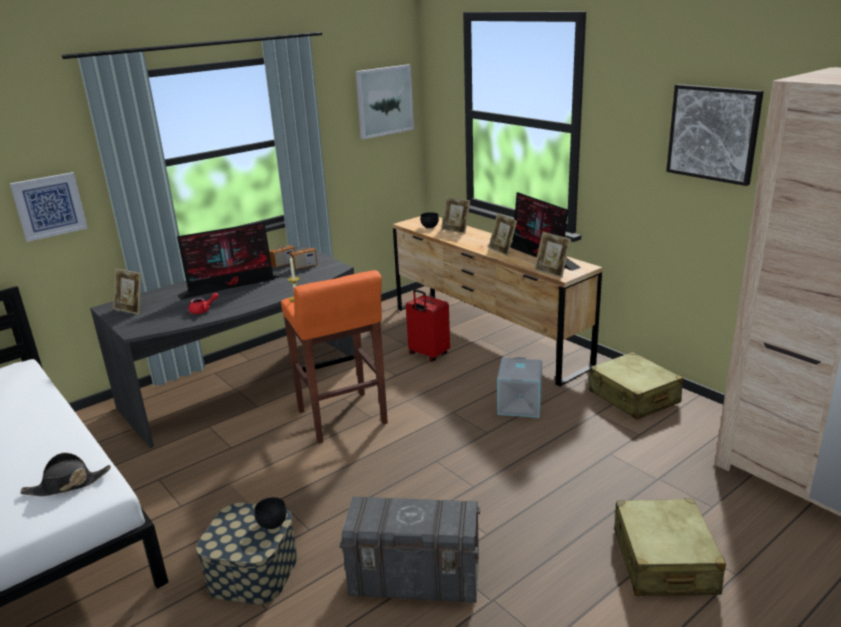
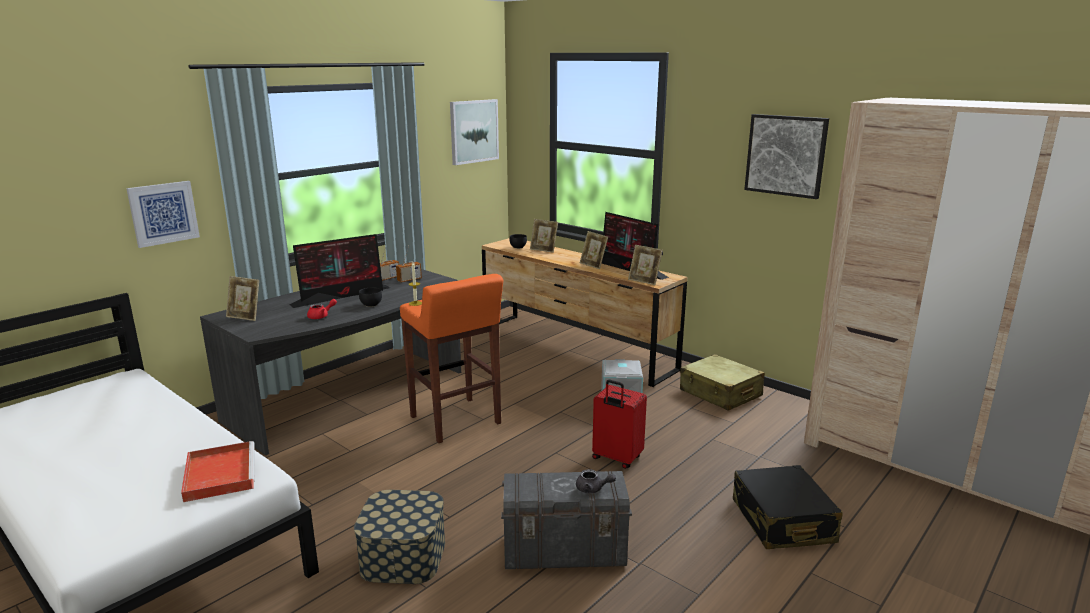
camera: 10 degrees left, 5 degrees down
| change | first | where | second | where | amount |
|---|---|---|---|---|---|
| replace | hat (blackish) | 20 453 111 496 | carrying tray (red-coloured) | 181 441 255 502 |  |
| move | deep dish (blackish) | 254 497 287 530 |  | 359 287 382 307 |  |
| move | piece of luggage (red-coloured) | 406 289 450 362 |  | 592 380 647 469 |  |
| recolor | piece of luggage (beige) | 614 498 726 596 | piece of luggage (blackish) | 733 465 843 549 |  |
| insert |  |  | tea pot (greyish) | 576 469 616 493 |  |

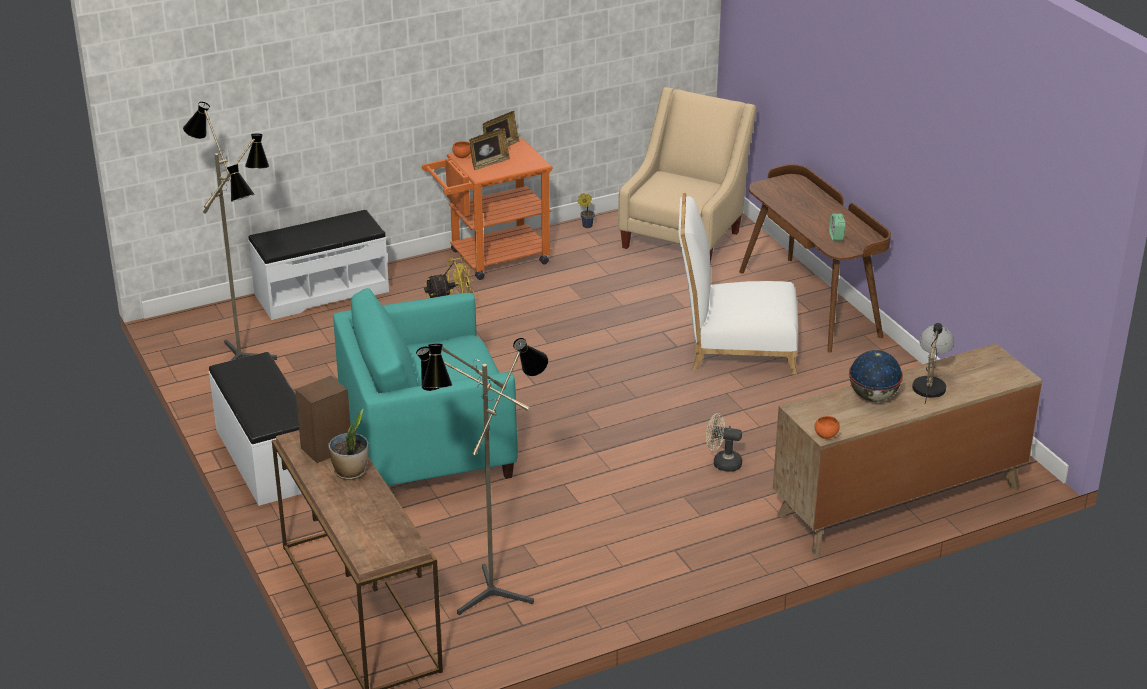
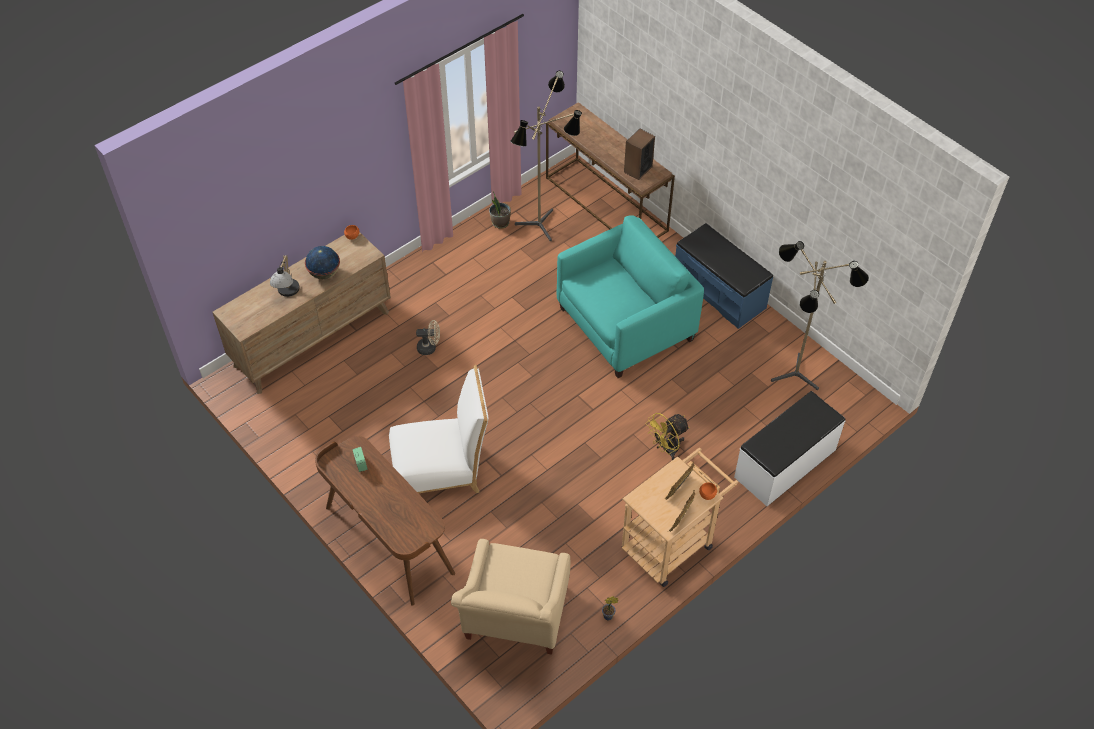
camera: 165 degrees right, 20 degrees up
| change | first | where | second | where | amount |
|---|---|---|---|---|---|
| recolor | long seat (whitish) | 209 352 302 506 | long seat (blue) | 675 223 773 329 |  |
| move | potted plant | 328 409 369 480 |  | 489 191 511 229 |  |
| recolor | trolley (orange) | 422 138 553 280 | trolley (beige) | 622 448 738 587 |  |

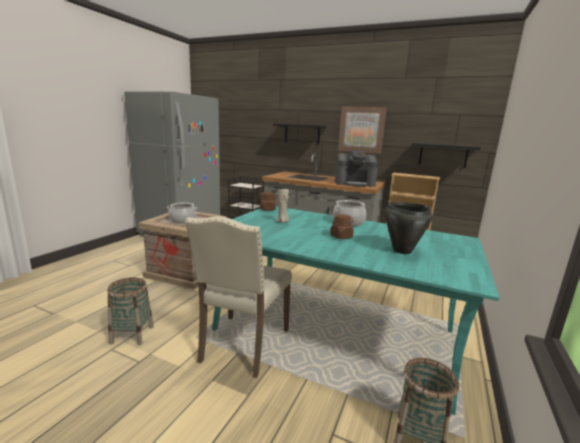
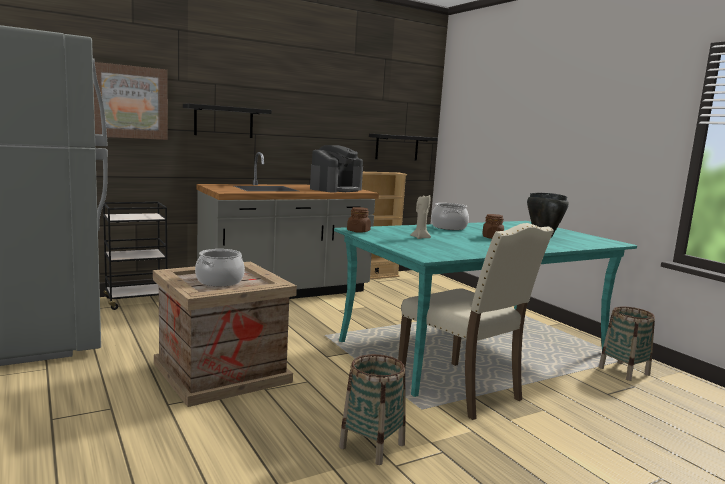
camera: 55 degrees left, 5 degrees down
| change | first | where | second | where | amount |
|---|---|---|---|---|---|
| move | wall art | 338 106 387 154 |  | 93 62 168 140 |  |

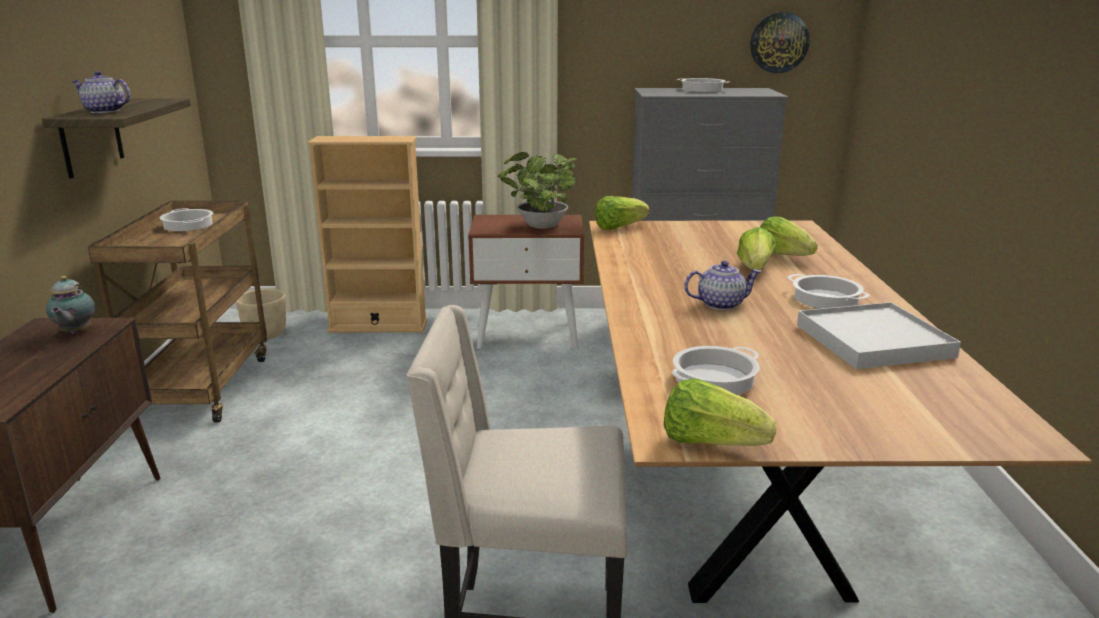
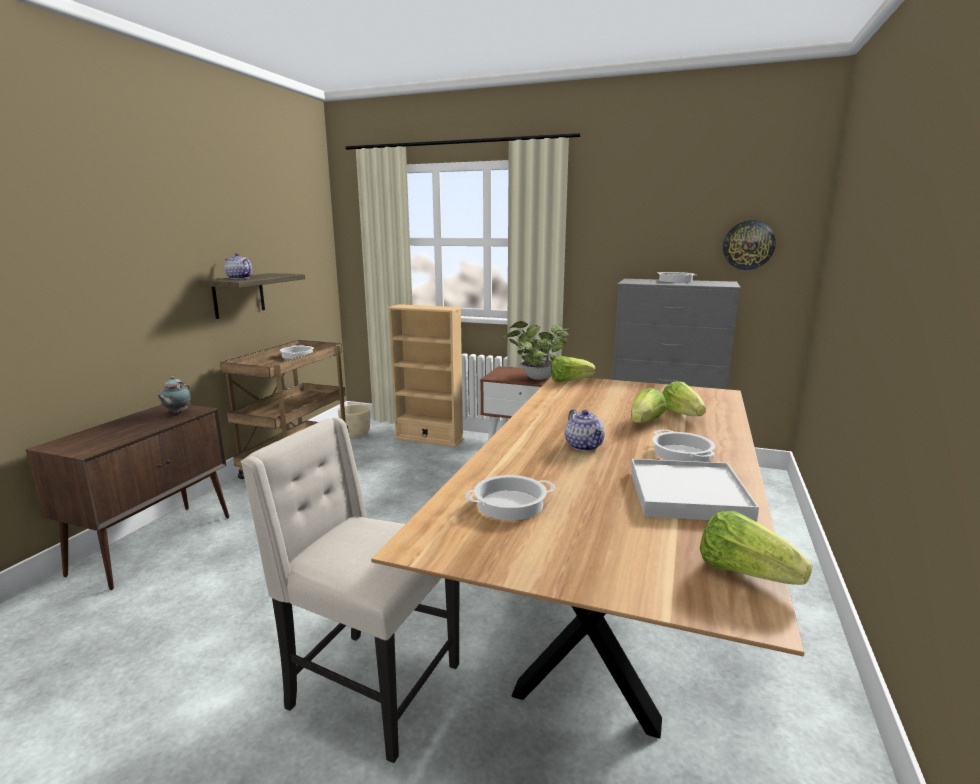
camera: 20 degrees right, 5 degrees down
| change | first | where | second | where | amount |
|---|---|---|---|---|---|
| move | head of lettuce | 664 378 777 446 |  | 700 511 812 585 |  |
| rotate | tea pot | 684 261 761 310 |  | 565 409 605 451 | 60 degrees clockwise |

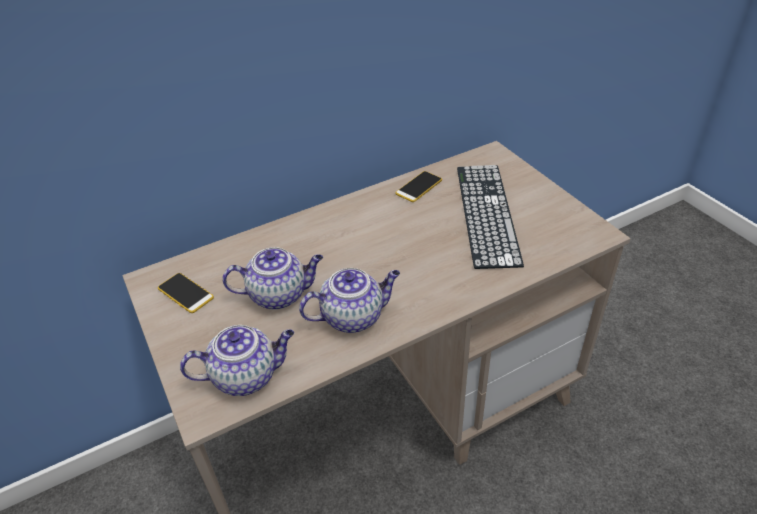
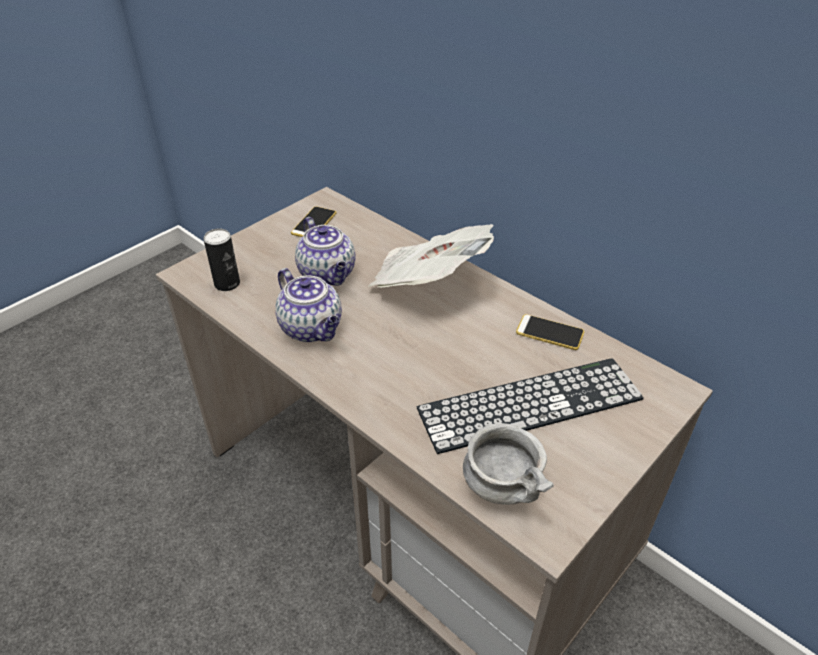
camera: 70 degrees right, 0 degrees up
| change | first | where | second | where | amount |
|---|---|---|---|---|---|
| replace | tea pot | 180 325 294 396 | can | 203 228 240 291 |  |
| insert |  |  | newspaper | 369 224 494 287 |  |
| insert |  |  | deep dish (greyish) | 463 423 554 505 |  |

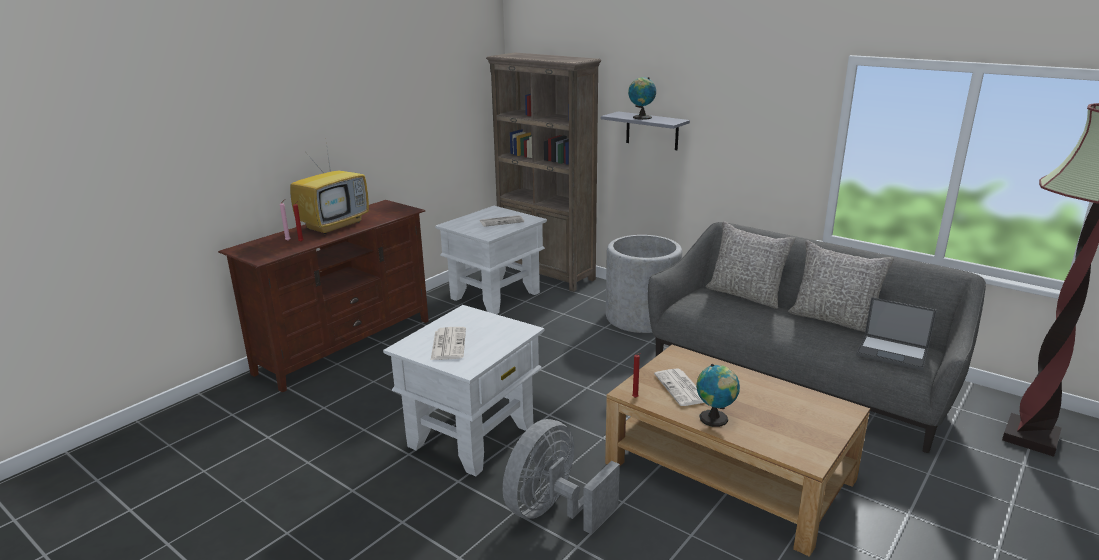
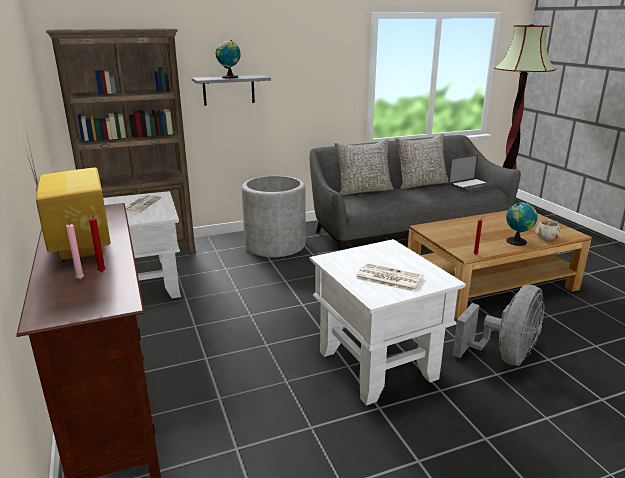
camera: 60 degrees left, 0 degrees up
| change | first | where | second | where | amount |
|---|---|---|---|---|---|
| rotate | cooling fan (greyish) | 503 419 620 534 |  | 453 284 544 366 | 120 degrees counterclockwise |
| delete | newspaper | 654 368 704 406 |  |  |  |
| insert |  |  | tea pot (beige) | 535 219 561 240 |  |

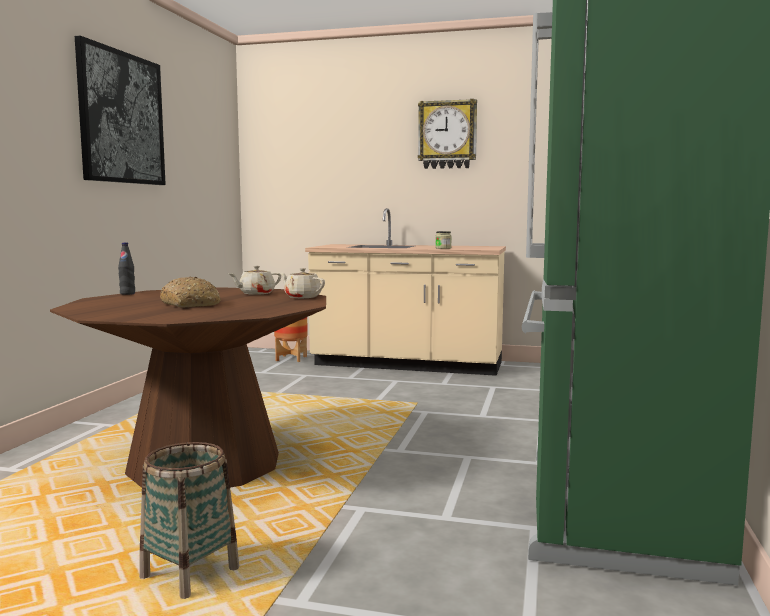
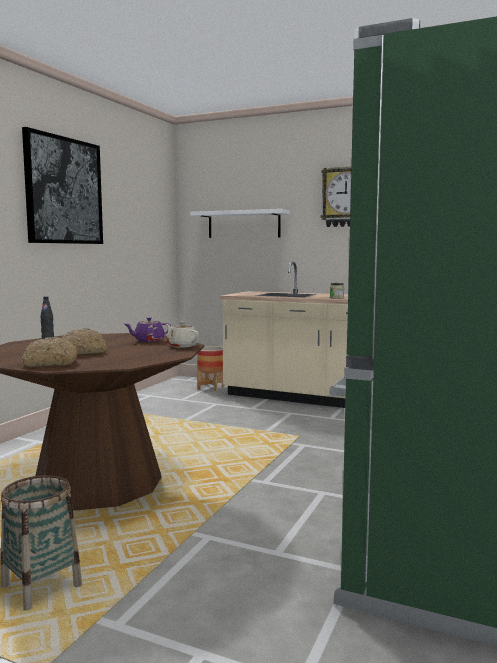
camera: 10 degrees right, 0 degrees up
| change | first | where | second | where | amount |
|---|---|---|---|---|---|
| recolor | tea pot (beige) | 228 266 281 295 | tea pot (purple) | 125 317 171 342 |  |
| insert |  |  | bread | 22 337 77 367 |  |
| insert |  |  | shelf (whitish) | 190 209 290 238 |  |

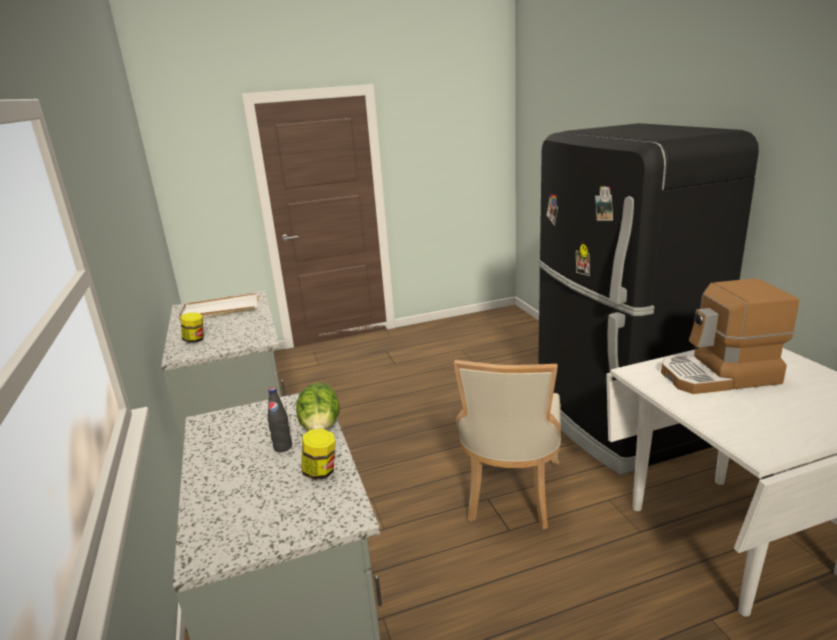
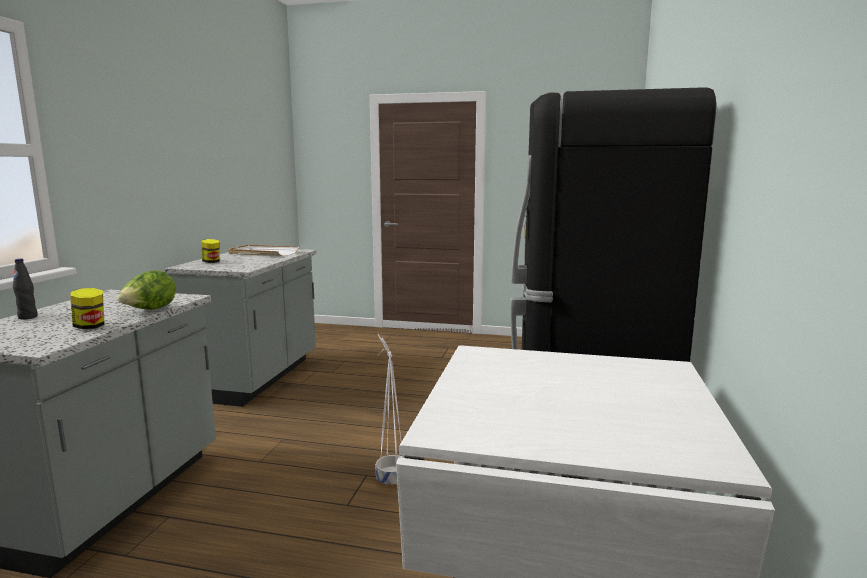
camera: 30 degrees right, 10 degrees down
| change | first | where | second | where | amount |
|---|---|---|---|---|---|
| move | drink bottle (blackish) | 267 388 292 452 |  | 13 259 38 319 |  |
| replace | upright chair (beige) | 454 360 561 529 | flower pot (whitish) | 375 334 404 487 |  |
| delete | coffee brewer | 661 279 799 394 |  |  |  |

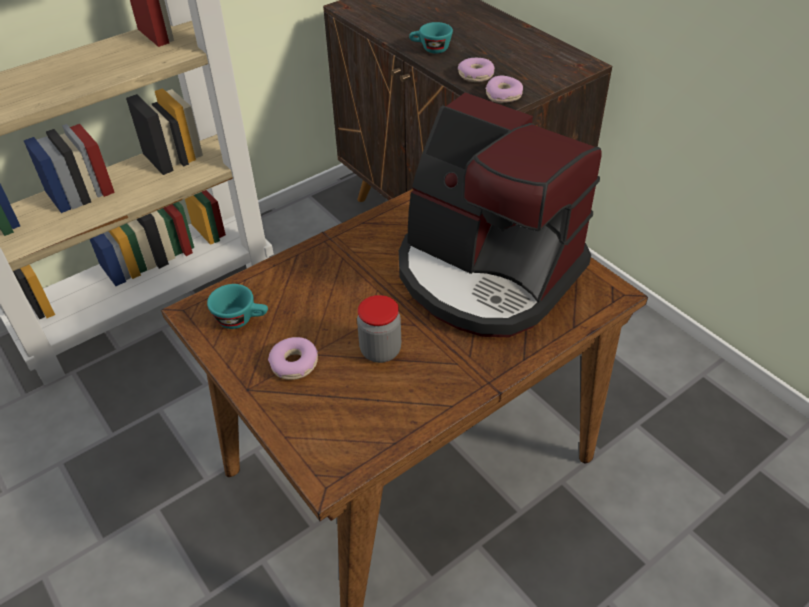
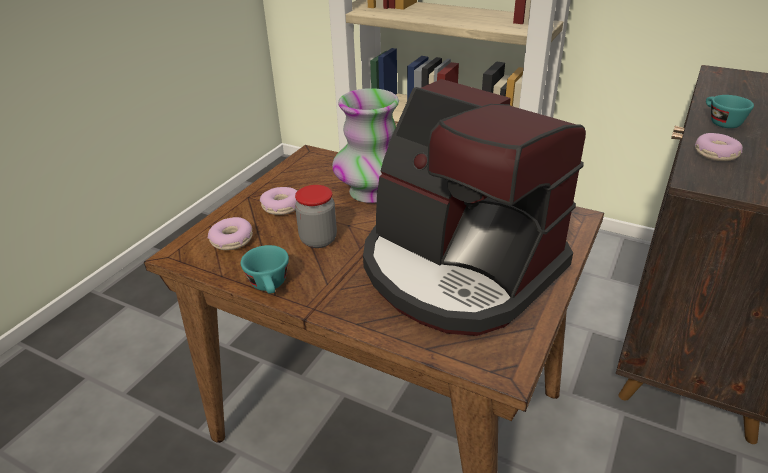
camera: 65 degrees right, 10 degrees down
| change | first | where | second | where | amount |
|---|---|---|---|---|---|
| move | cup (turquoise) | 207 284 268 329 |  | 241 245 289 294 |  |
| rotate | coffee brewer | 399 93 602 337 |  | 363 79 586 336 | 60 degrees counterclockwise |
| move | doughnut | 485 76 523 103 |  | 208 217 253 250 |  |
| insert |  |  | flower vase | 332 88 399 203 |  |

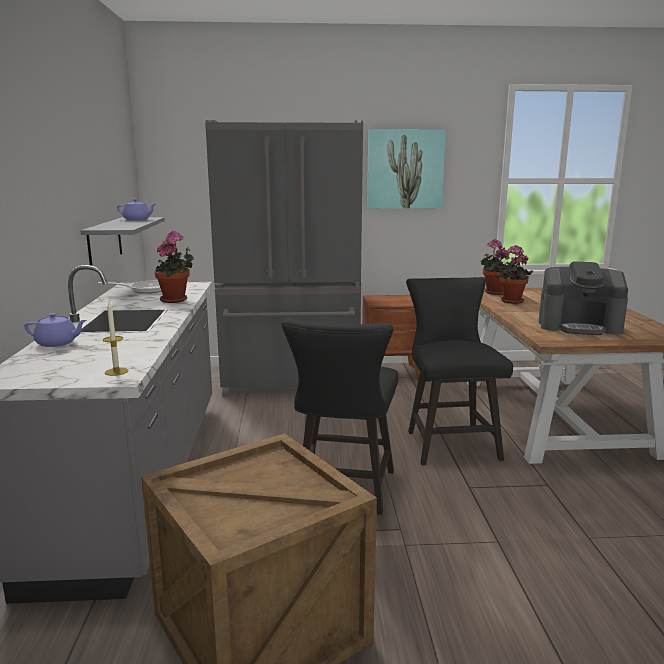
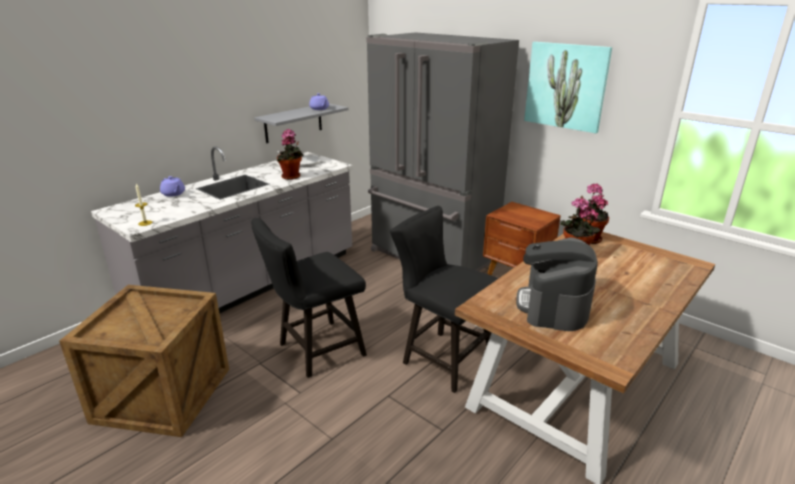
camera: 45 degrees right, 10 degrees up
| change | first | where | second | where | amount |
|---|---|---|---|---|---|
| rotate | upright chair (blackish) | 406 277 513 465 |  | 390 206 499 393 | 90 degrees counterclockwise |
| rotate | coffee brewer | 538 261 628 335 |  | 516 237 598 331 | 45 degrees clockwise |

